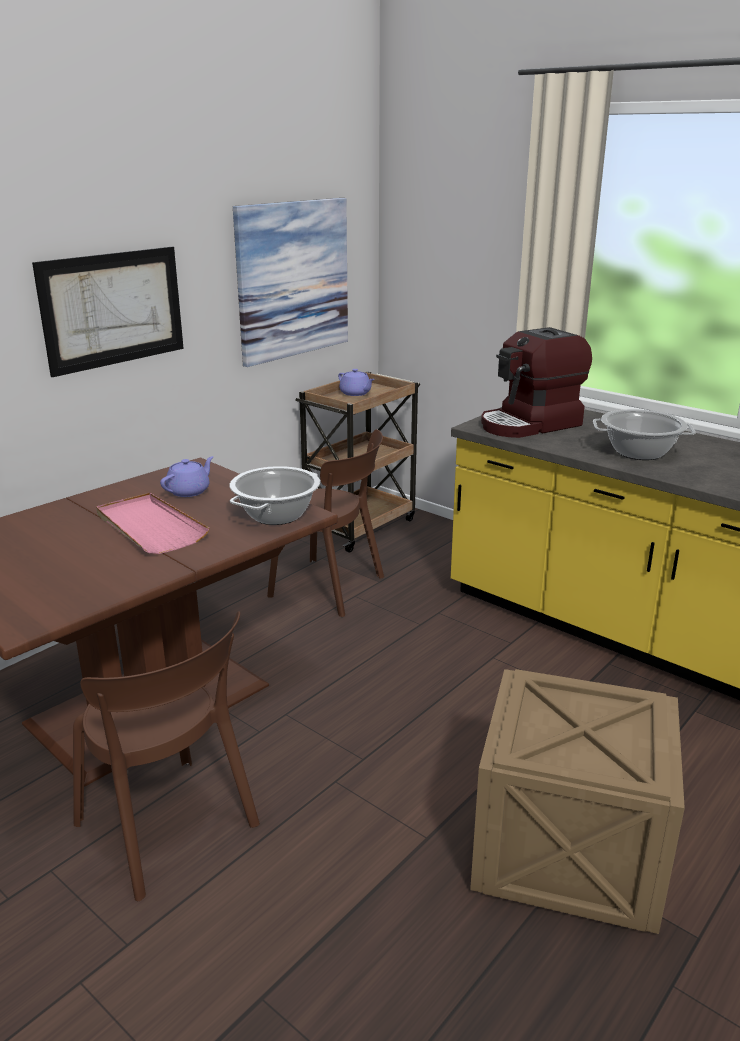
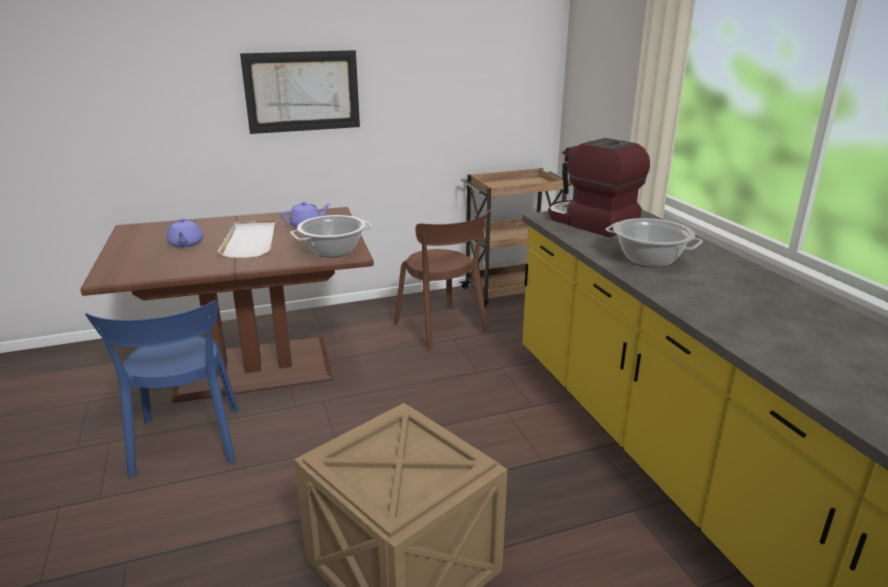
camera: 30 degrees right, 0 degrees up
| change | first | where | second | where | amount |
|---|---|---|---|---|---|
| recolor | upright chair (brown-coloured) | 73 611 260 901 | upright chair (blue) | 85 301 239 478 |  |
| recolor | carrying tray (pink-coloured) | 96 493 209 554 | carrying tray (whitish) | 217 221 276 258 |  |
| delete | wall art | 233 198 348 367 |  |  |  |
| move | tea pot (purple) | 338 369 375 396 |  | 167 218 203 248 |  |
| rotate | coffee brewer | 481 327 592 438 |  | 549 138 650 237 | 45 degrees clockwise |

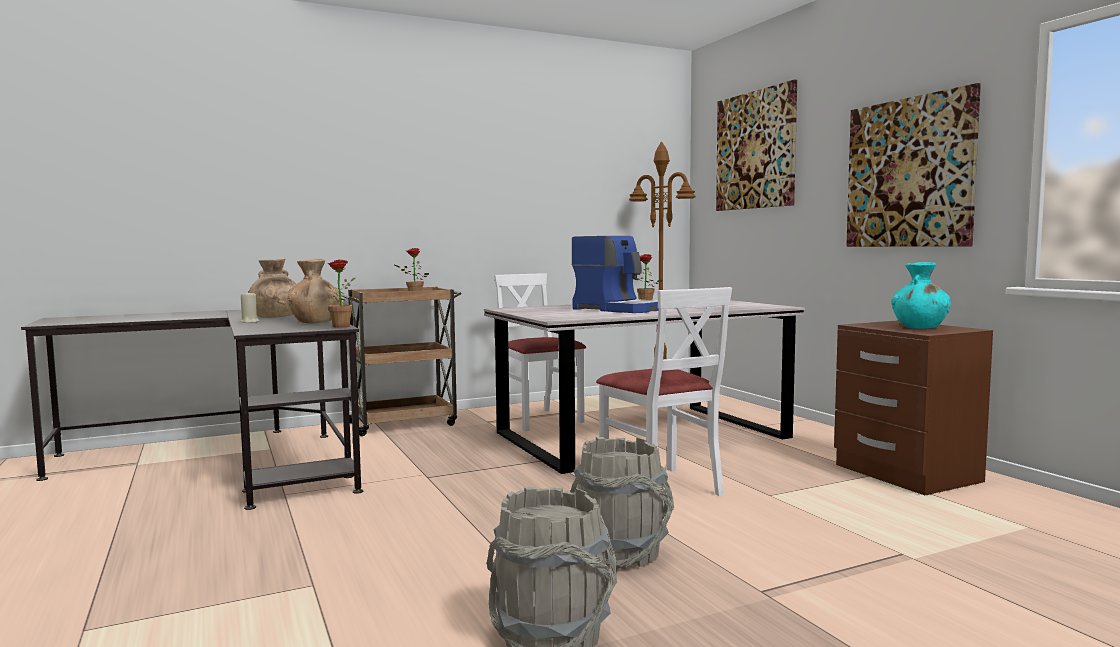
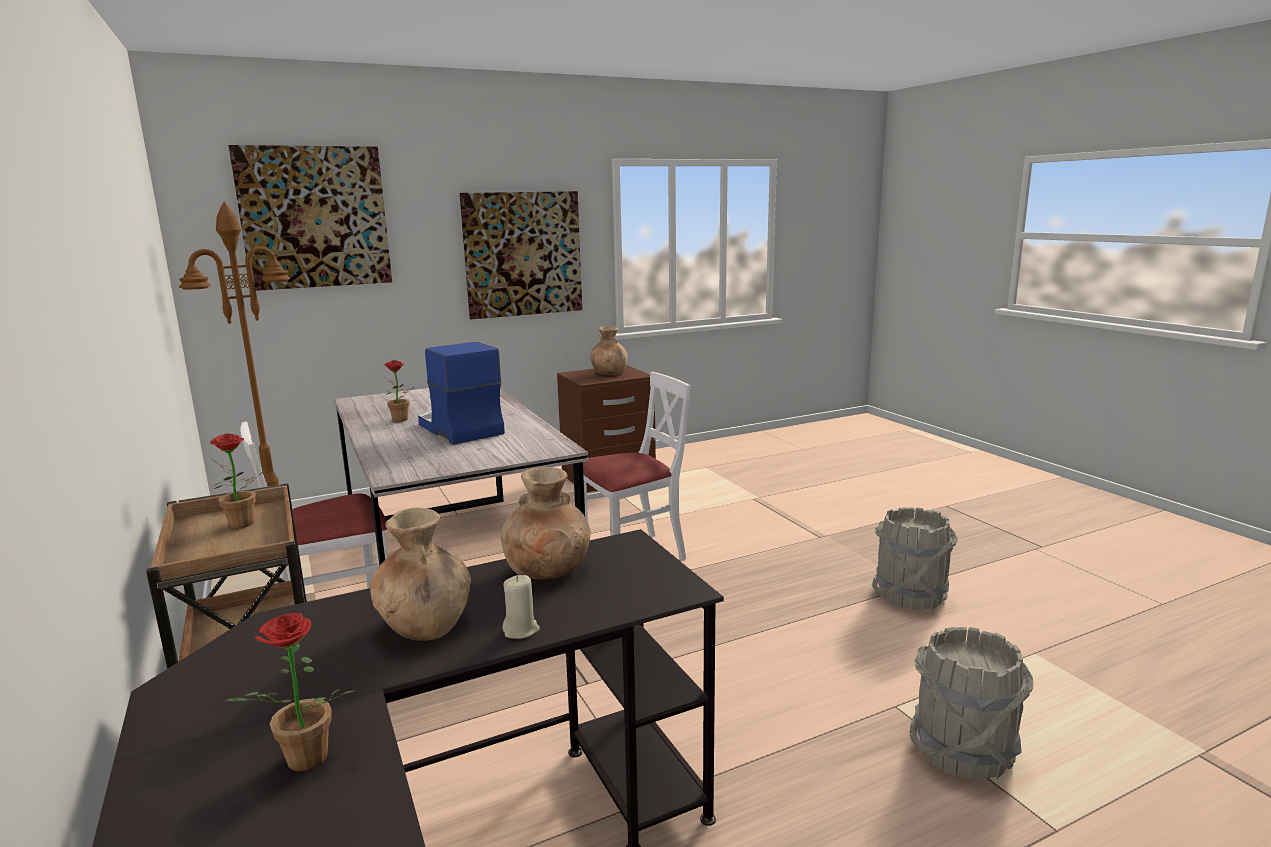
camera: 90 degrees left, 10 degrees up
| change | first | where | second | where | amount |
|---|---|---|---|---|---|
| move | potted plant | 323 259 356 328 |  | 225 613 357 771 |  |
| move | water bucket (greyish) | 570 437 674 569 |  | 909 627 1033 780 |  |
| rotate | coffee brewer | 572 236 659 313 |  | 418 342 505 445 | 75 degrees counterclockwise |
| recolor | flower vase (turquoise) | 891 262 950 329 | flower vase (brown-coloured) | 590 326 628 375 |  |

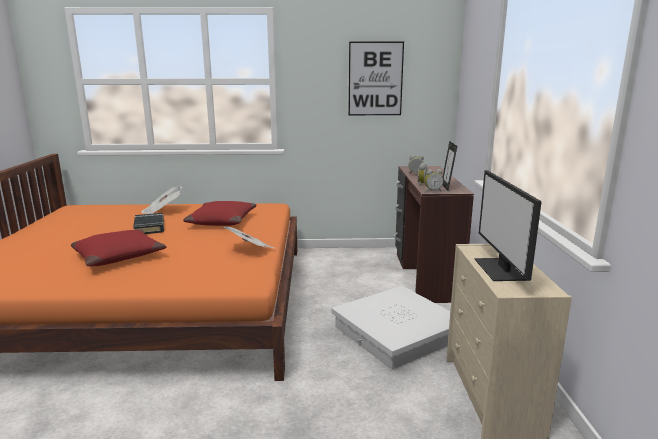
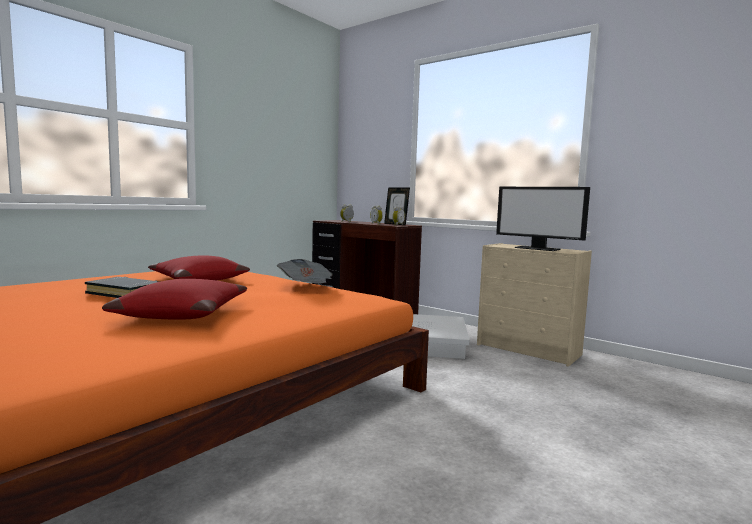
camera: 50 degrees left, 10 degrees down
| change | first | where | second | where | amount |
|---|---|---|---|---|---|
| delete | newspaper | 141 186 182 214 |  |  |  |
| delete | wall art | 348 42 404 115 |  |  |  |

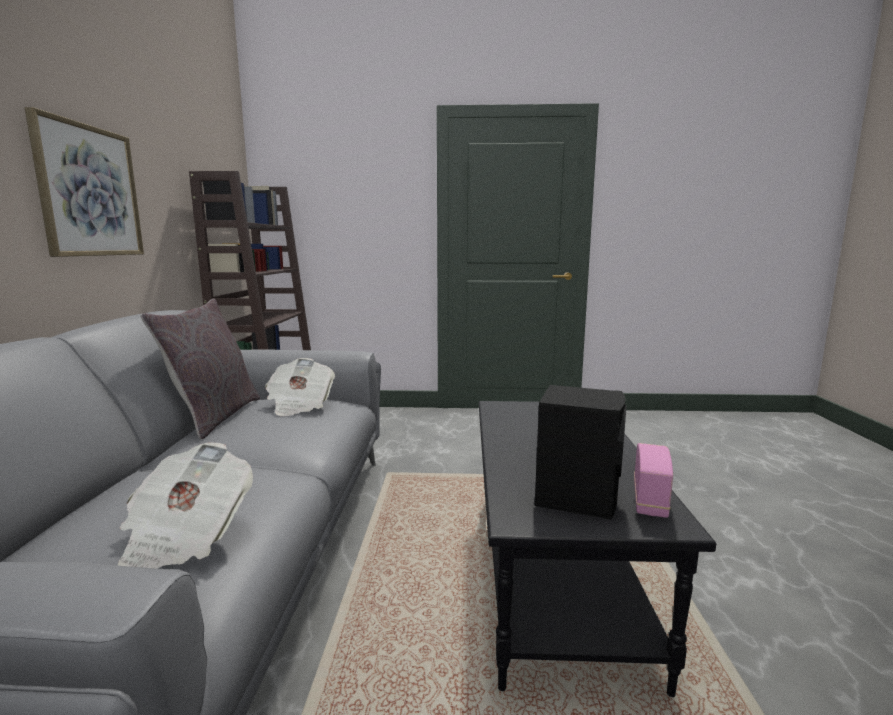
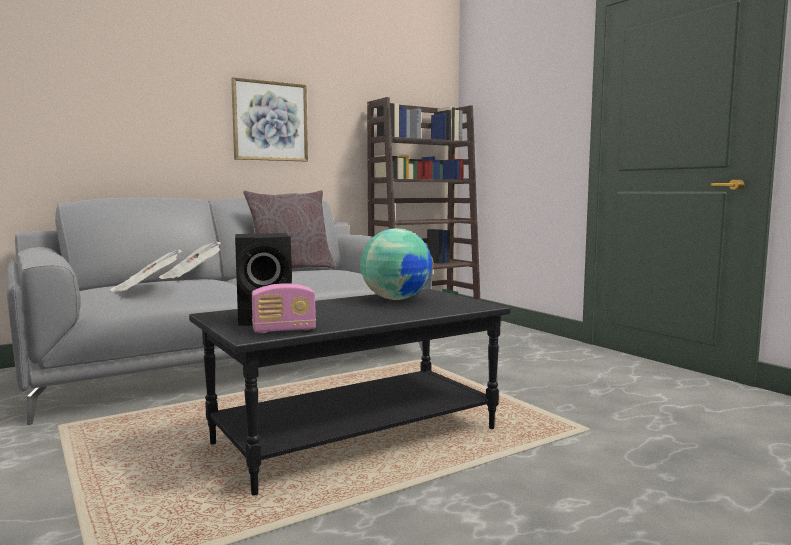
camera: 55 degrees right, 5 degrees down
| change | first | where | second | where | amount |
|---|---|---|---|---|---|
| move | newspaper | 265 358 335 416 |  | 159 242 221 279 |  |
| insert |  |  | world globe | 360 228 432 300 |  |

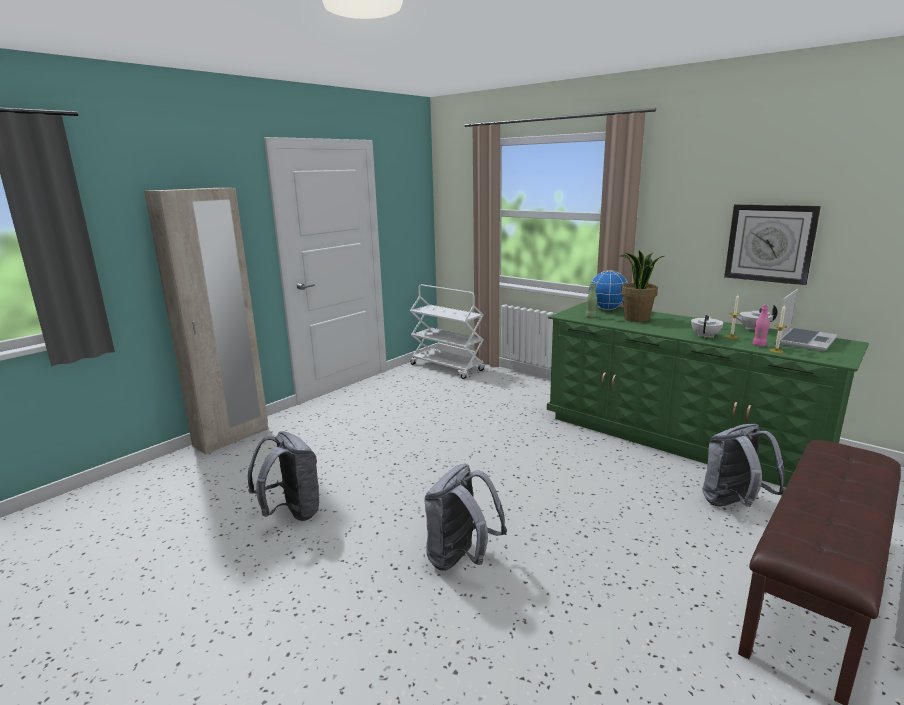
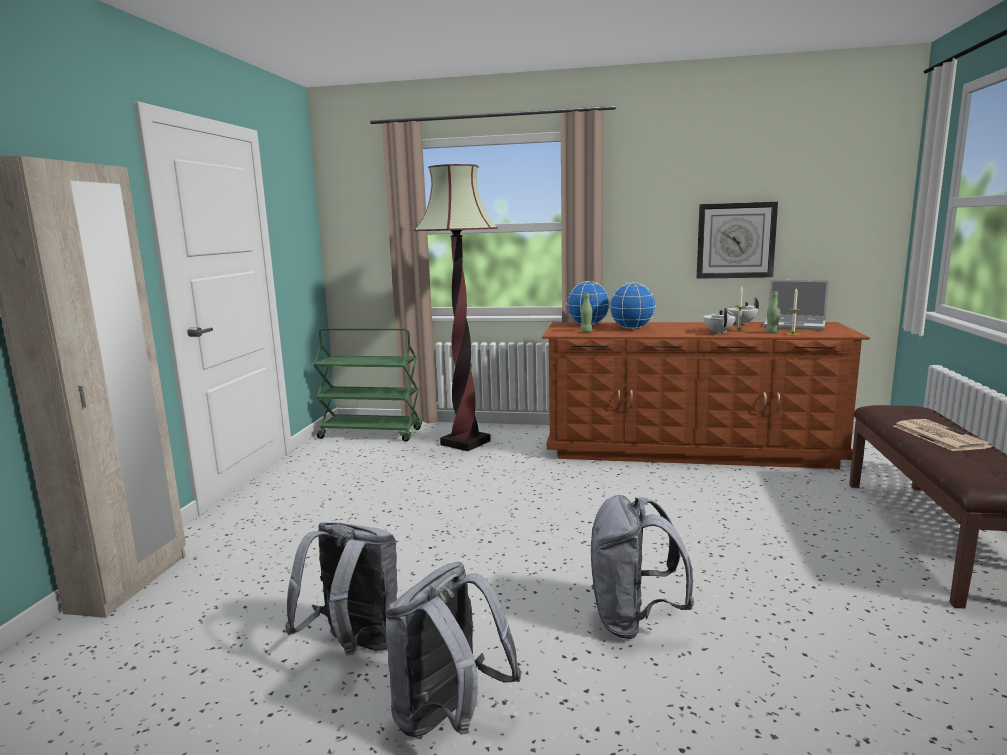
camera: 30 degrees left, 5 degrees down
| change | first | where | second | where | amount |
|---|---|---|---|---|---|
| recolor | trolley (whitish) | 410 284 485 379 | trolley (greenish) | 313 328 422 442 |  |
| recolor | dresser (greenish) | 547 302 869 487 | dresser (brown-coloured) | 542 322 870 469 |  |
| replace | potted plant | 618 250 664 322 | world globe | 609 283 656 329 |  |
| move | rucksack (greyish) | 703 424 785 507 |  | 385 562 522 737 |  |
| recolor | drink bottle (pink-coloured) | 753 305 769 346 | drink bottle (greenish) | 766 292 780 333 |  |
| rotate | portable computer | 775 289 838 351 |  | 763 280 829 330 | 105 degrees clockwise |
| insert |  |  | standard lamp | 413 164 498 451 |  |
| insert |  |  | newspaper | 893 419 993 451 |  |

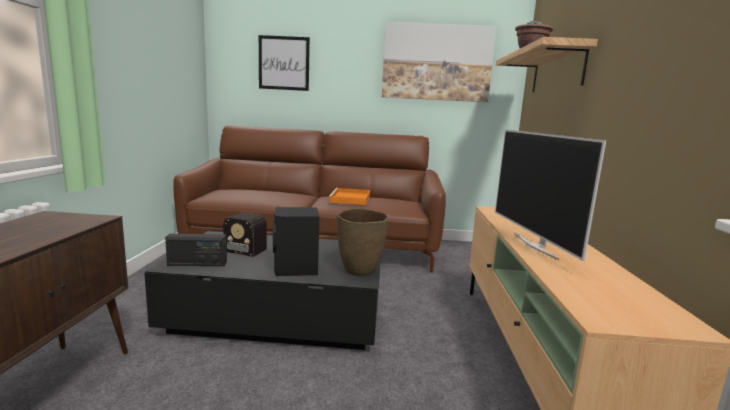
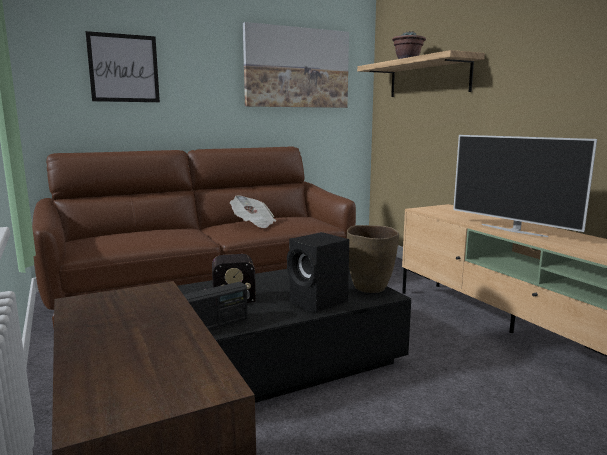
camera: 30 degrees left, 0 degrees up
| change | first | where | second | where | amount |
|---|---|---|---|---|---|
| replace | carrying tray (orange) | 328 188 370 205 | newspaper | 230 195 277 228 |  |

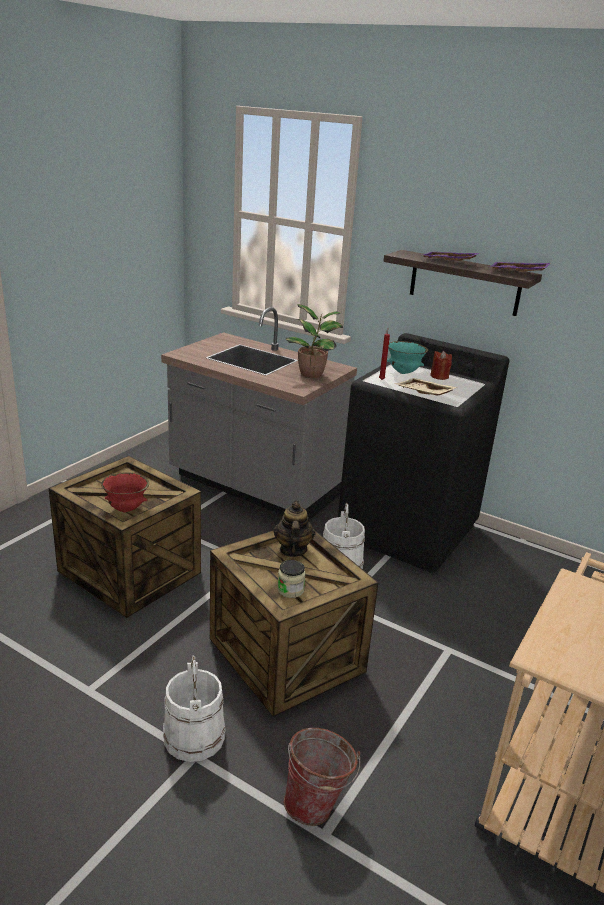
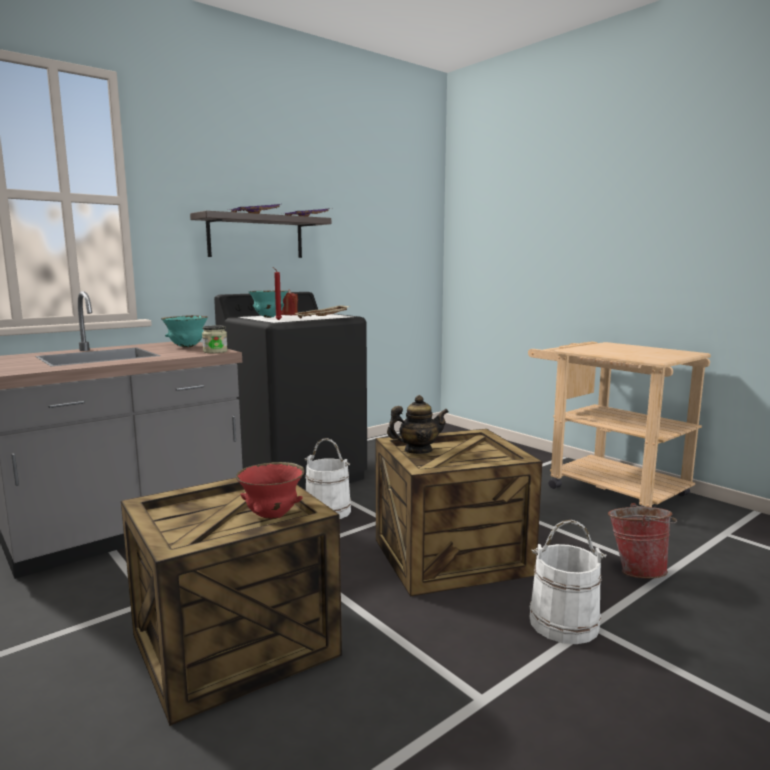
camera: 70 degrees left, 15 degrees down
| change | first | where | second | where | amount |
|---|---|---|---|---|---|
| rotate | tea pot | 274 501 316 557 |  | 387 395 449 454 | 150 degrees clockwise |
| move | preserve jar | 277 560 306 598 |  | 202 325 228 353 |  |
| replace | potted plant | 285 304 343 378 | deep dish (turquoise) | 161 315 208 347 |  |

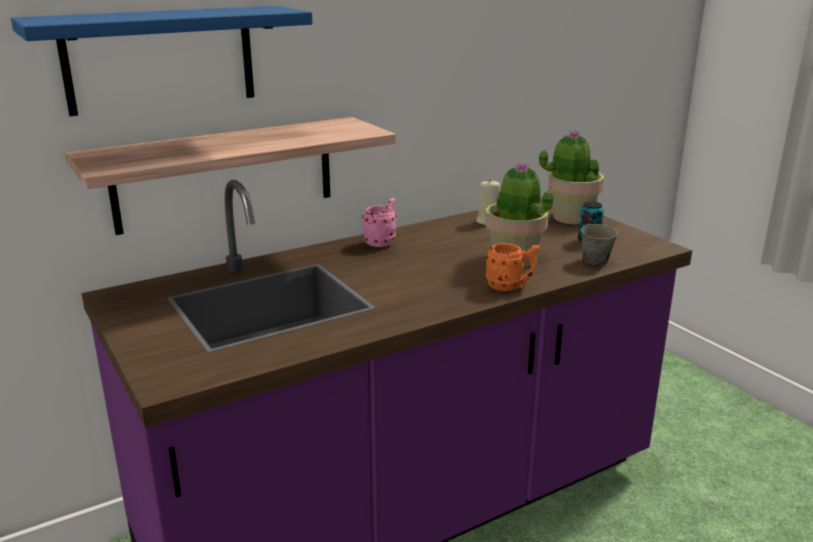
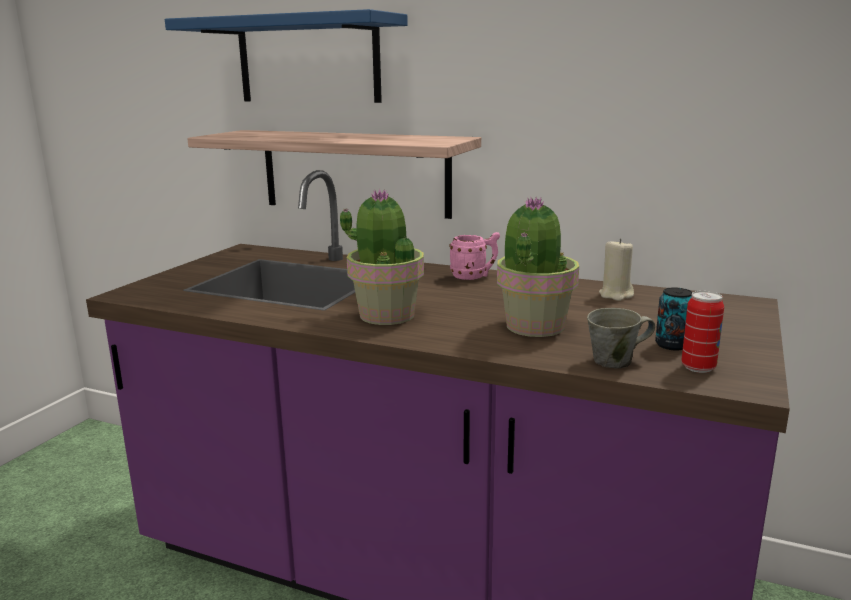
camera: 55 degrees right, 5 degrees down
| change | first | where | second | where | amount |
|---|---|---|---|---|---|
| delete | coffee mug (orange) | 486 243 540 291 |  |  |  |
| move | potted plant | 539 130 604 224 |  | 340 189 424 325 |  |
| insert |  |  | can | 681 291 724 373 |  |

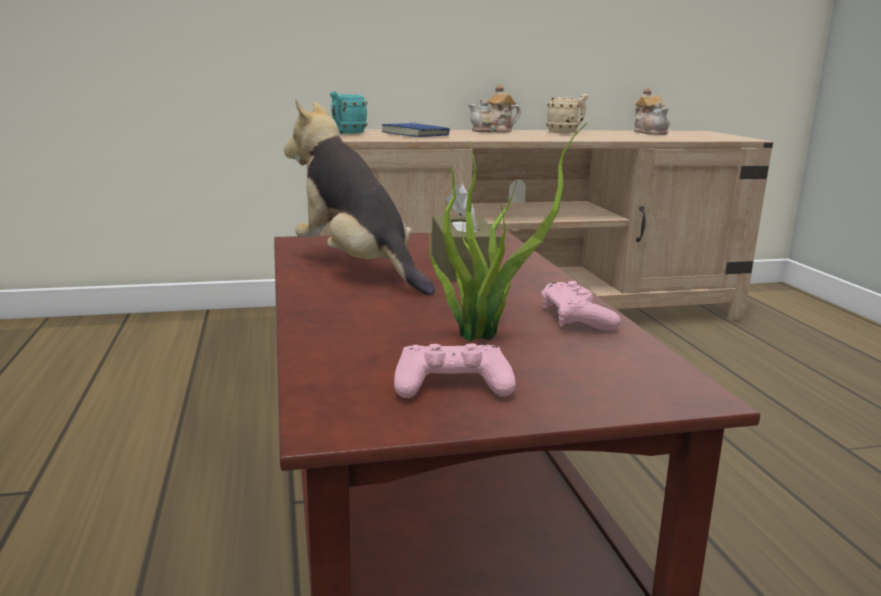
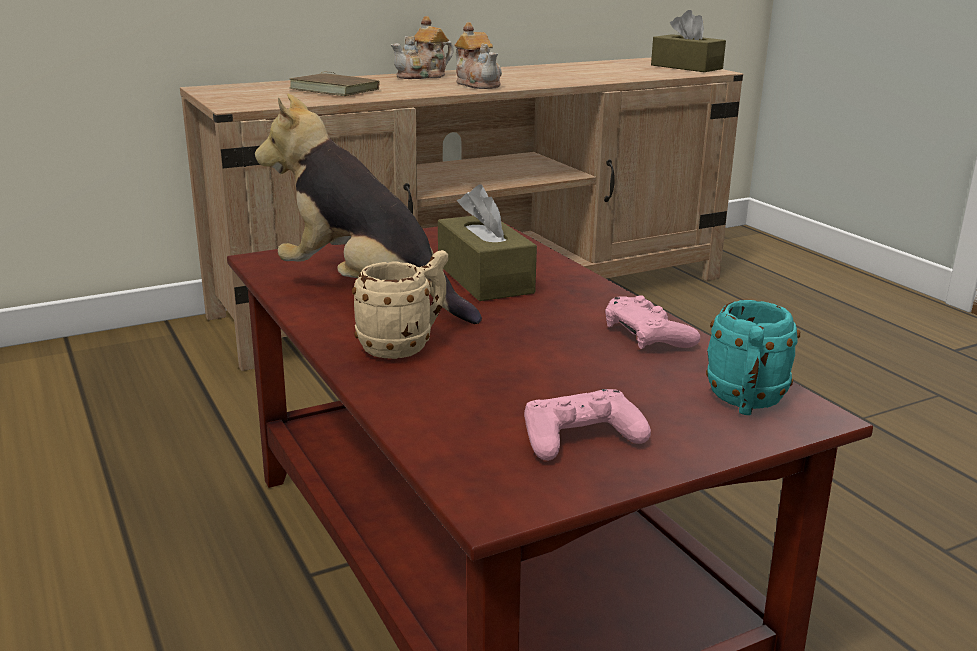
camera: 15 degrees left, 5 degrees up
| change | first | where | second | where | amount |
|---|---|---|---|---|---|
| move | coffee mug (turquoise) | 330 91 367 134 |  | 706 300 800 415 |  |
| recolor | book (blue) | 381 123 450 137 | book (brown-coloured) | 289 72 380 96 |  |
| delete | potted plant | 428 123 587 341 |  |  |  |
| move | coffee mug (beige) | 546 94 588 133 |  | 352 250 448 359 |  |
| move | tea pot | 634 87 670 135 |  | 455 22 502 89 |  |
| insert |  |  | box of tissues (brown-coloured) | 651 10 726 72 |  |

